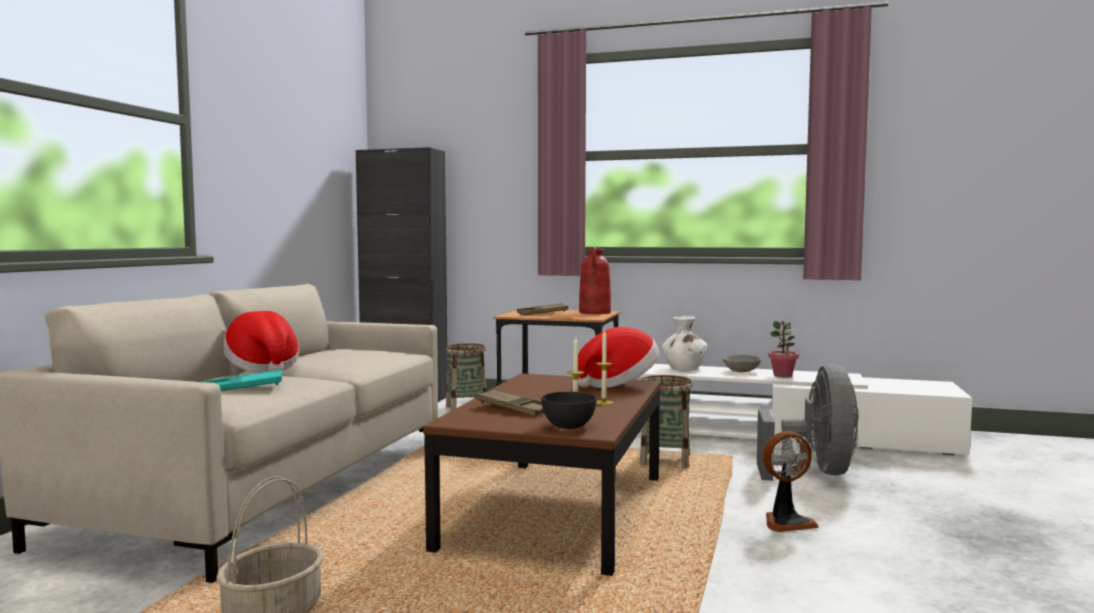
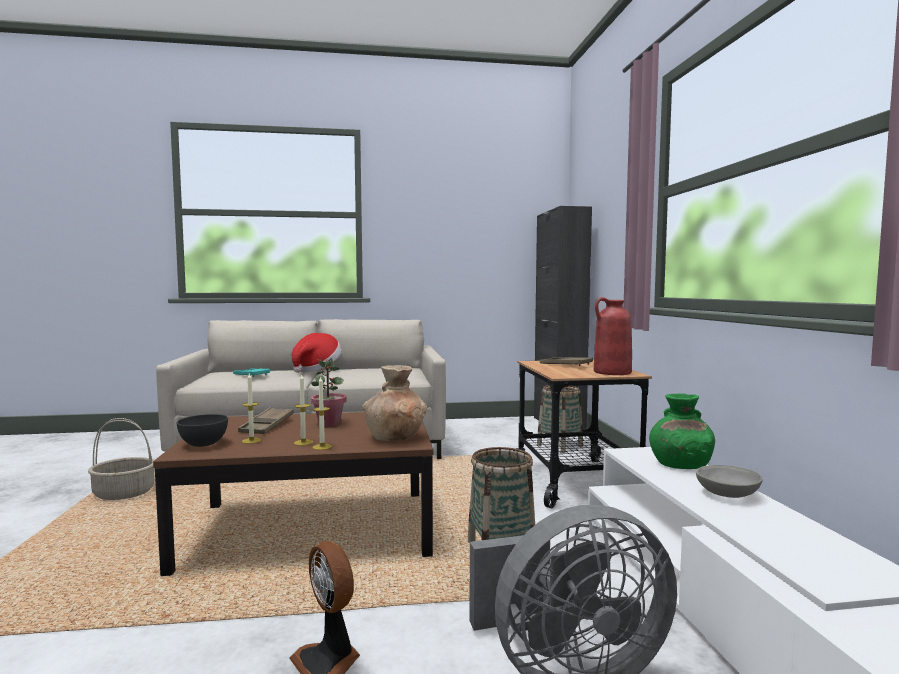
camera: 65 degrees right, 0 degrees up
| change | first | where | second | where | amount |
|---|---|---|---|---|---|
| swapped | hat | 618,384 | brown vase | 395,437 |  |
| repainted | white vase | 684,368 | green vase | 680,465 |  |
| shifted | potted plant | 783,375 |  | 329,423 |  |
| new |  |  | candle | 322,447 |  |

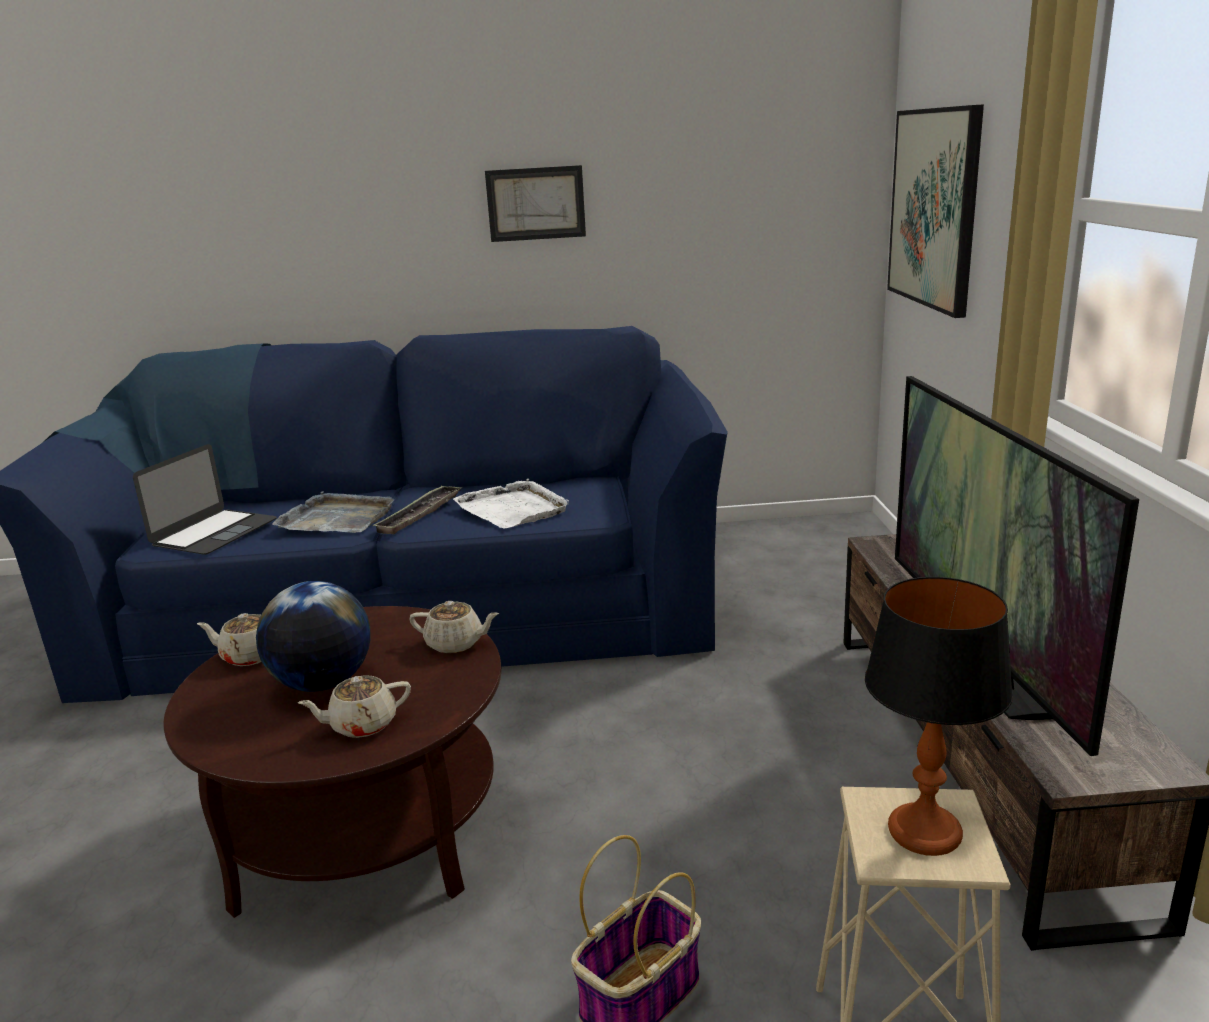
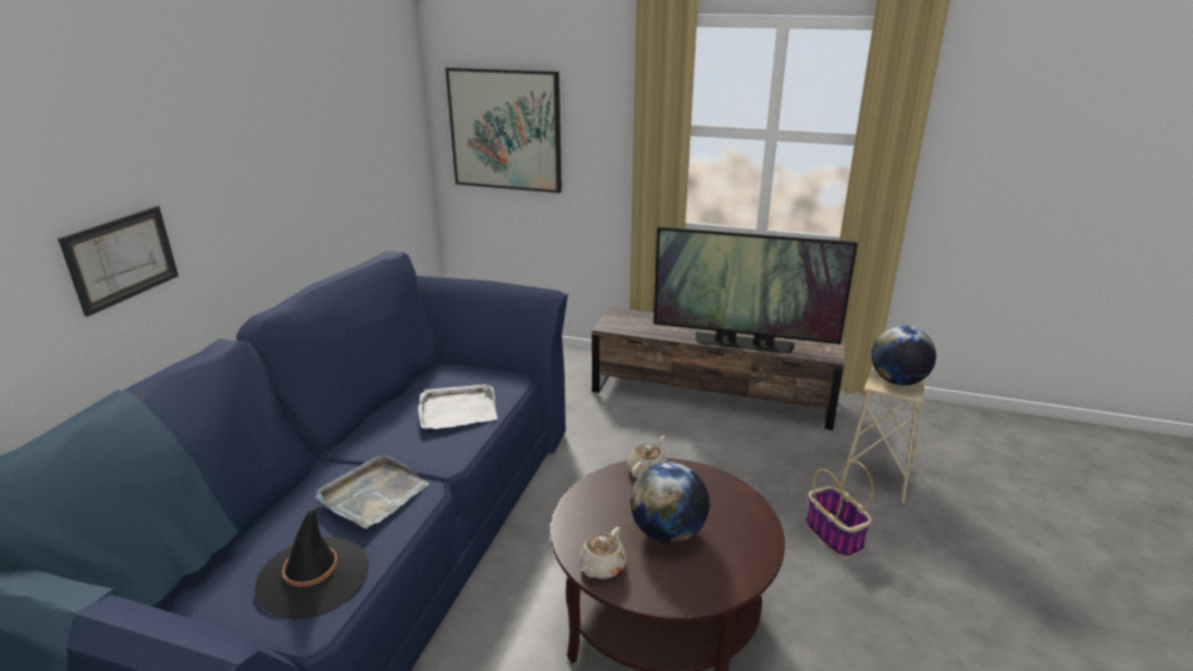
camera: 70 degrees left, 5 degrees up
| change | first | where | second | where | amount |
|---|---|---|---|---|---|
| swapped | laptop | 214,532 | black hat | 313,577 |  |
| gone | beige teapot | 362,725 |  |  |  |
| gone | tray | 420,514 |  |  |  |
| shifted | picture | 536,203 |  | 121,258 |  |
| swapped | table lamp | 923,832 | globe | 897,381 |  |

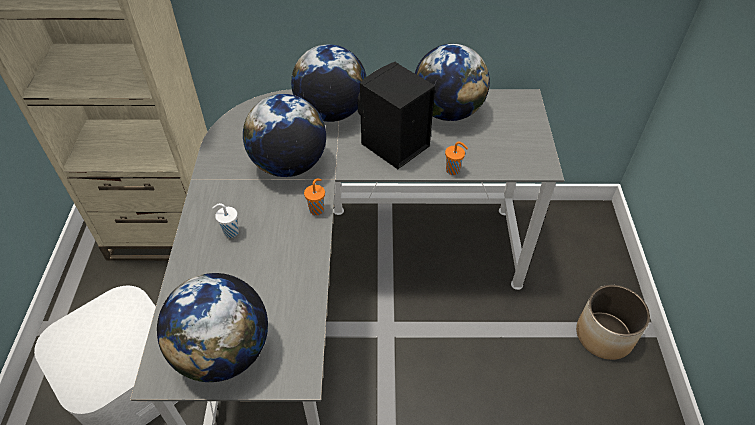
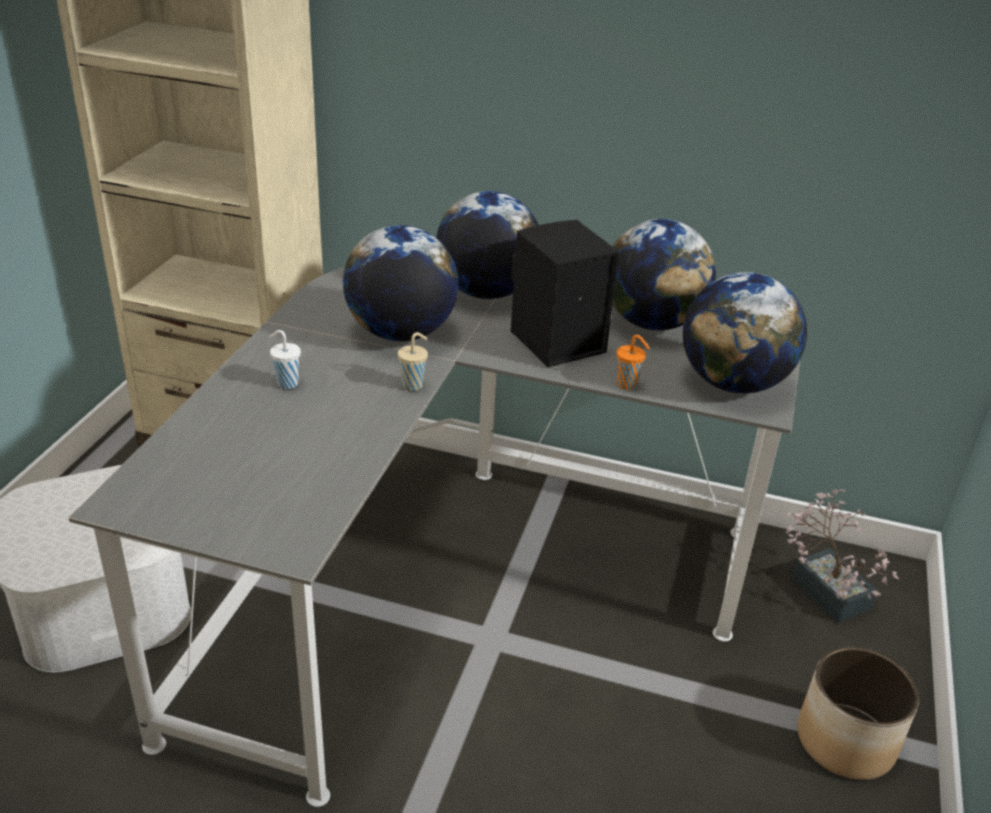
camera: 15 degrees right, 15 degrees down
| change | first | where | second | where | amount |
|---|---|---|---|---|---|
| shifted | globe | 224,352 |  | 733,383 |  |
| repainted | orange cup | 317,209 | beige cup | 413,385 |  |
| new |  |  | potted plant | 825,587 |  |

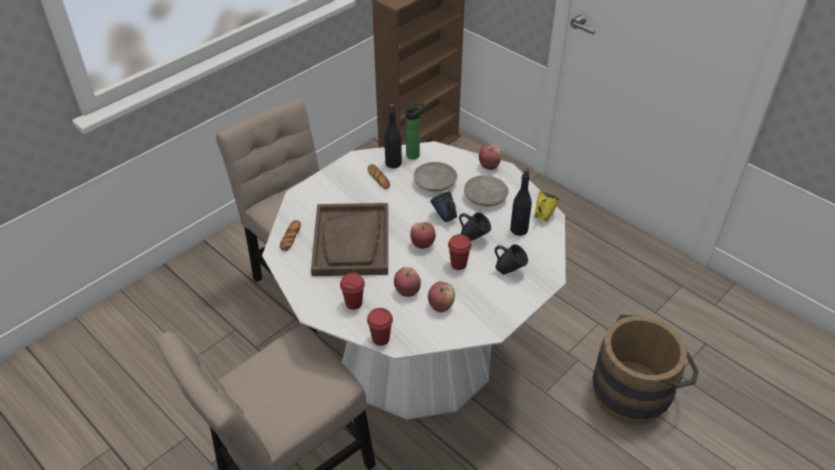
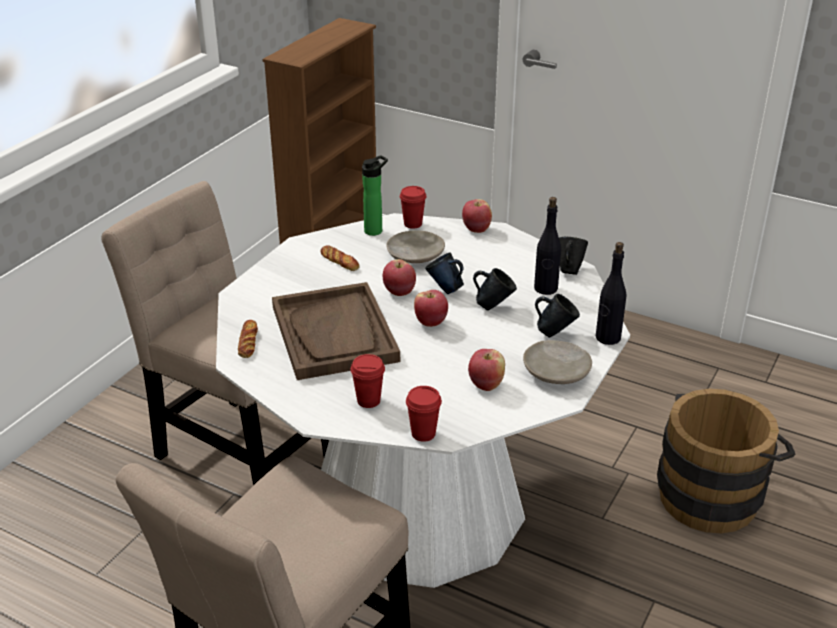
camera: 15 degrees left, 10 degrees down
| change | first | where | second | where | amount |
|---|---|---|---|---|---|
| shifted | black bottle | 393,163 |  | 607,338 |  |
| shifted | apple | 407,291 |  | 399,292 |  |
| shifted | red cup | 458,264 |  | 413,224 |  |
| shifted | beige plate | 486,196 |  | 557,371 |  |
| repainted | yellow mug | 543,216 | black mug | 569,270 |  |

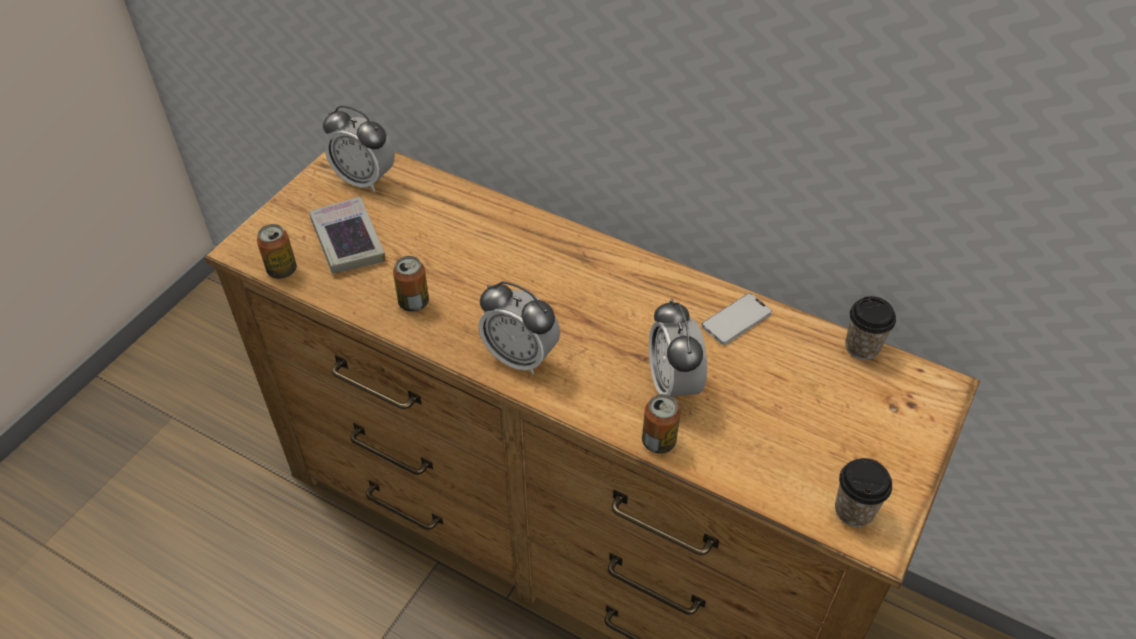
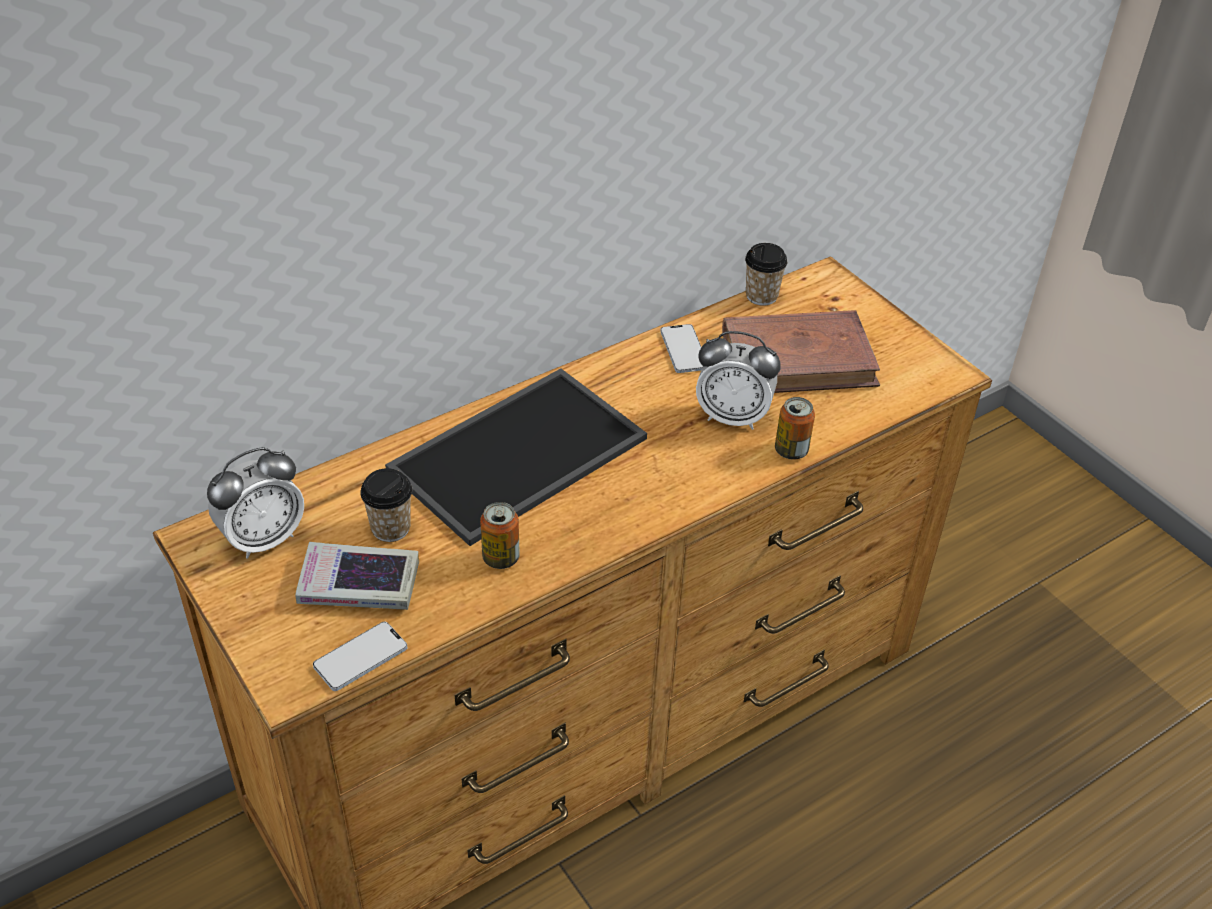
camera: 65 degrees left, 5 degrees down
| change | first | where | second | where | amount |
|---|---|---|---|---|---|
| swapped | can | 282,270 | phone | 360,657 |  |
| gone | alarm clock | 520,357 |  |  |  |
| shifted | cup | 854,510 |  | 390,528 |  |
| new |  |  | tray | 517,451 |  |
| new |  |  | brown book | 798,359 |  |

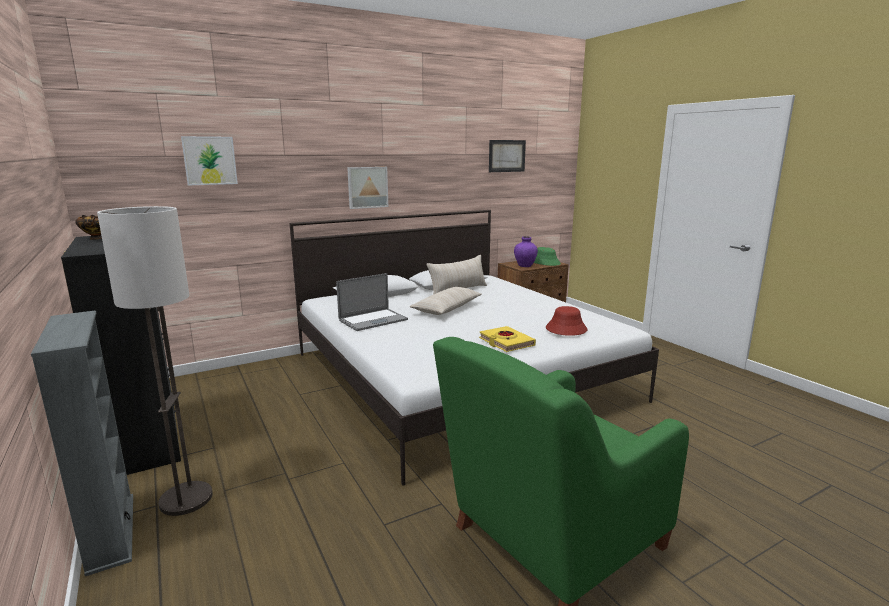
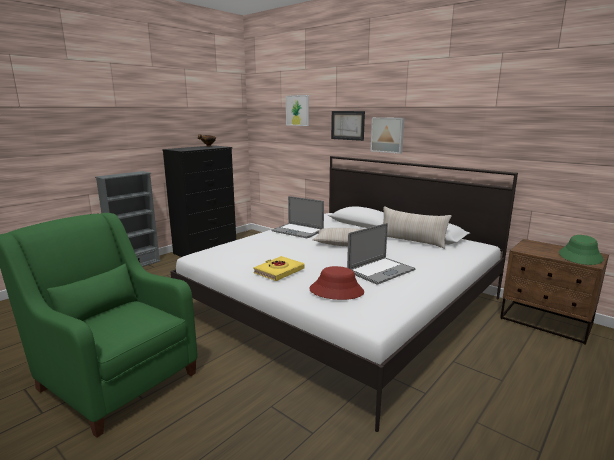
camera: 70 degrees right, 0 degrees up
| change | first | where | second | where | amount |
|---|---|---|---|---|---|
| gone | floor lamp | 186,499 |  |  |  |
| shifted | picture | 506,156 |  | 347,125 |  |
| gone | purple vase | 525,266 |  |  |  |
| new |  |  | laptop | 381,271 |  |

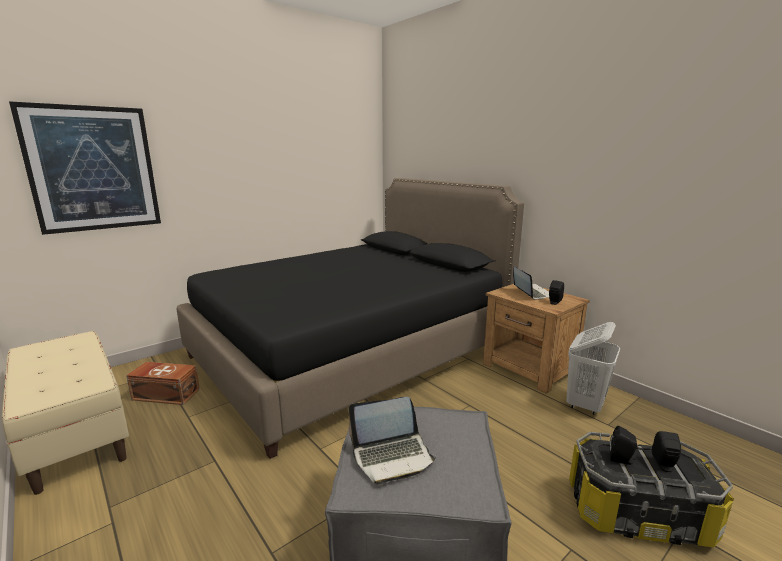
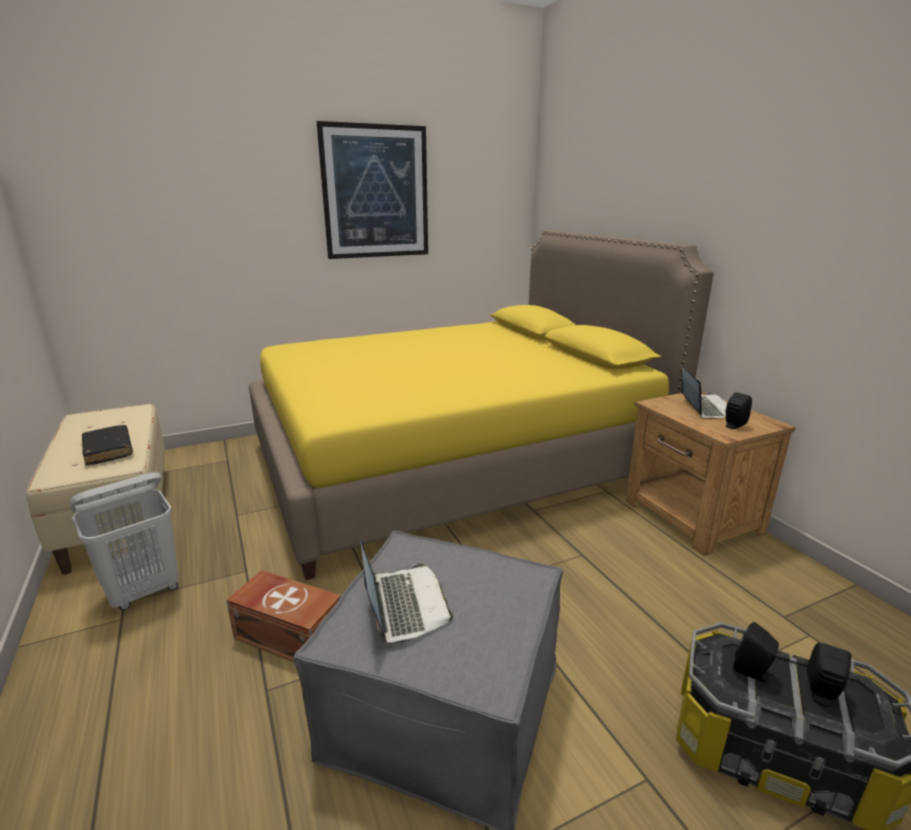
camera: 15 degrees right, 5 degrees up
| change | first | where | second | where | amount |
|---|---|---|---|---|---|
| shifted | picture | 93,169 |  | 376,192 |  |
| shifted | brown storage box | 166,394 |  | 289,635 |  |
| repainted | black bed | 352,351 | yellow bed | 453,461 |  |
| rotated | laptop | 392,456 |  | 403,605 | 105 degrees counterclockwise |
| shifted | white laundry basket | 585,404 |  | 144,592 |  |
| new |  |  | black book | 108,451 |  |

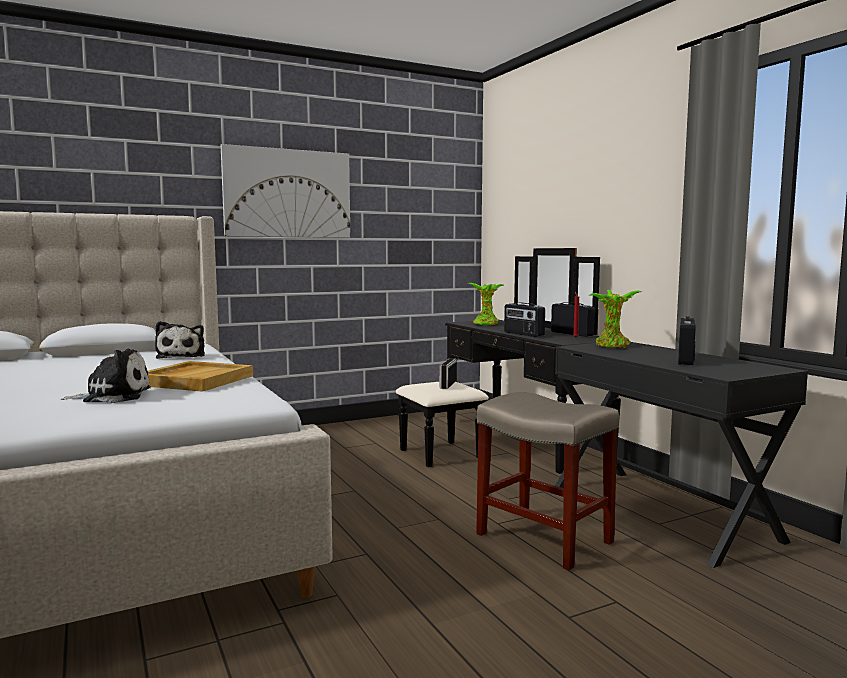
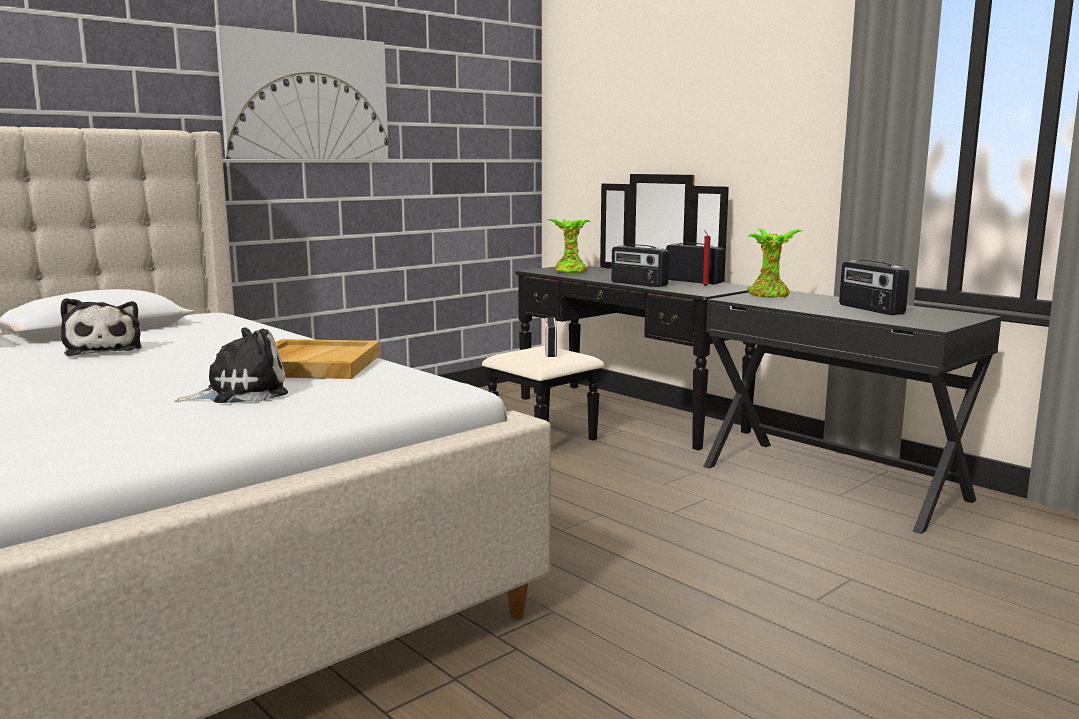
camera: 15 degrees left, 5 degrees up
| change | first | where | second | where | amount |
|---|---|---|---|---|---|
| shifted | plush toy | 182,356 |  | 104,349 |  |
| gone | beige stool | 542,537 |  |  |  |
| rotated | radio | 686,360 |  | 870,309 | 150 degrees clockwise |

